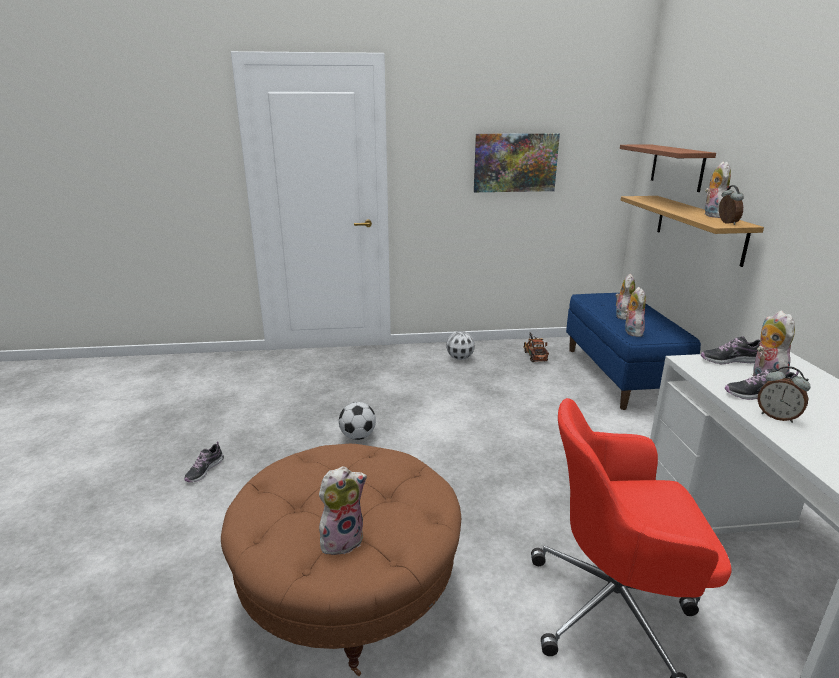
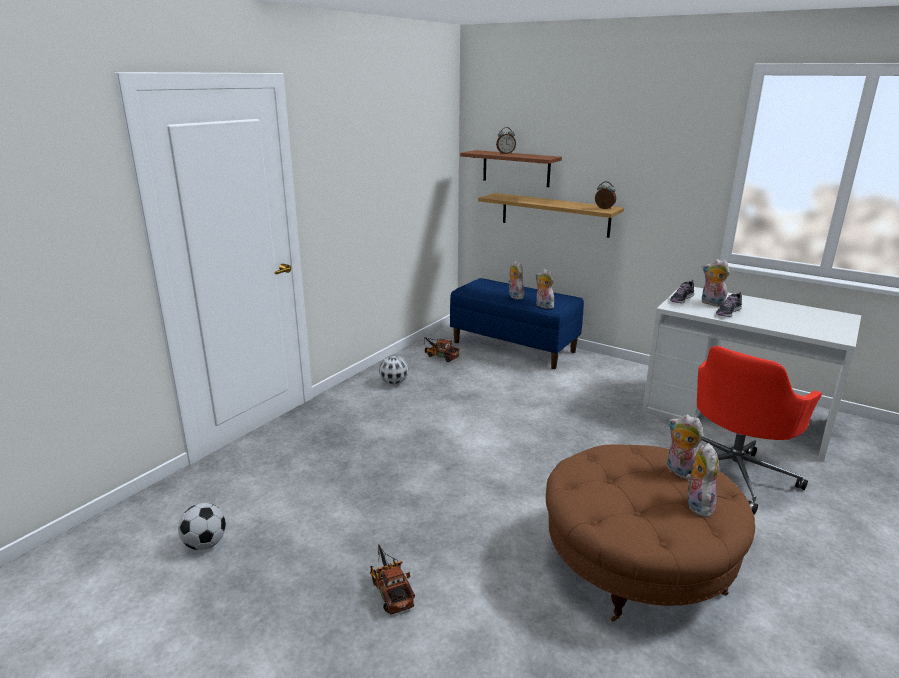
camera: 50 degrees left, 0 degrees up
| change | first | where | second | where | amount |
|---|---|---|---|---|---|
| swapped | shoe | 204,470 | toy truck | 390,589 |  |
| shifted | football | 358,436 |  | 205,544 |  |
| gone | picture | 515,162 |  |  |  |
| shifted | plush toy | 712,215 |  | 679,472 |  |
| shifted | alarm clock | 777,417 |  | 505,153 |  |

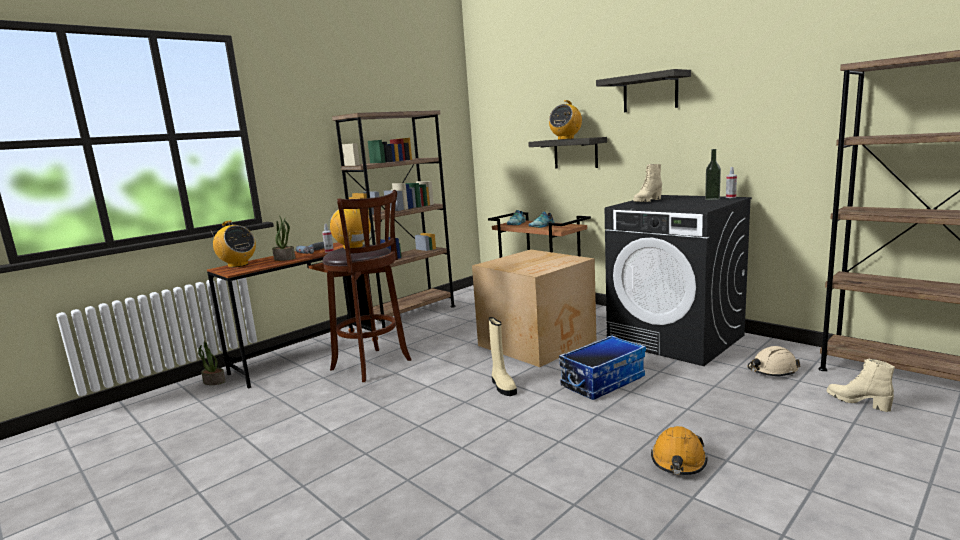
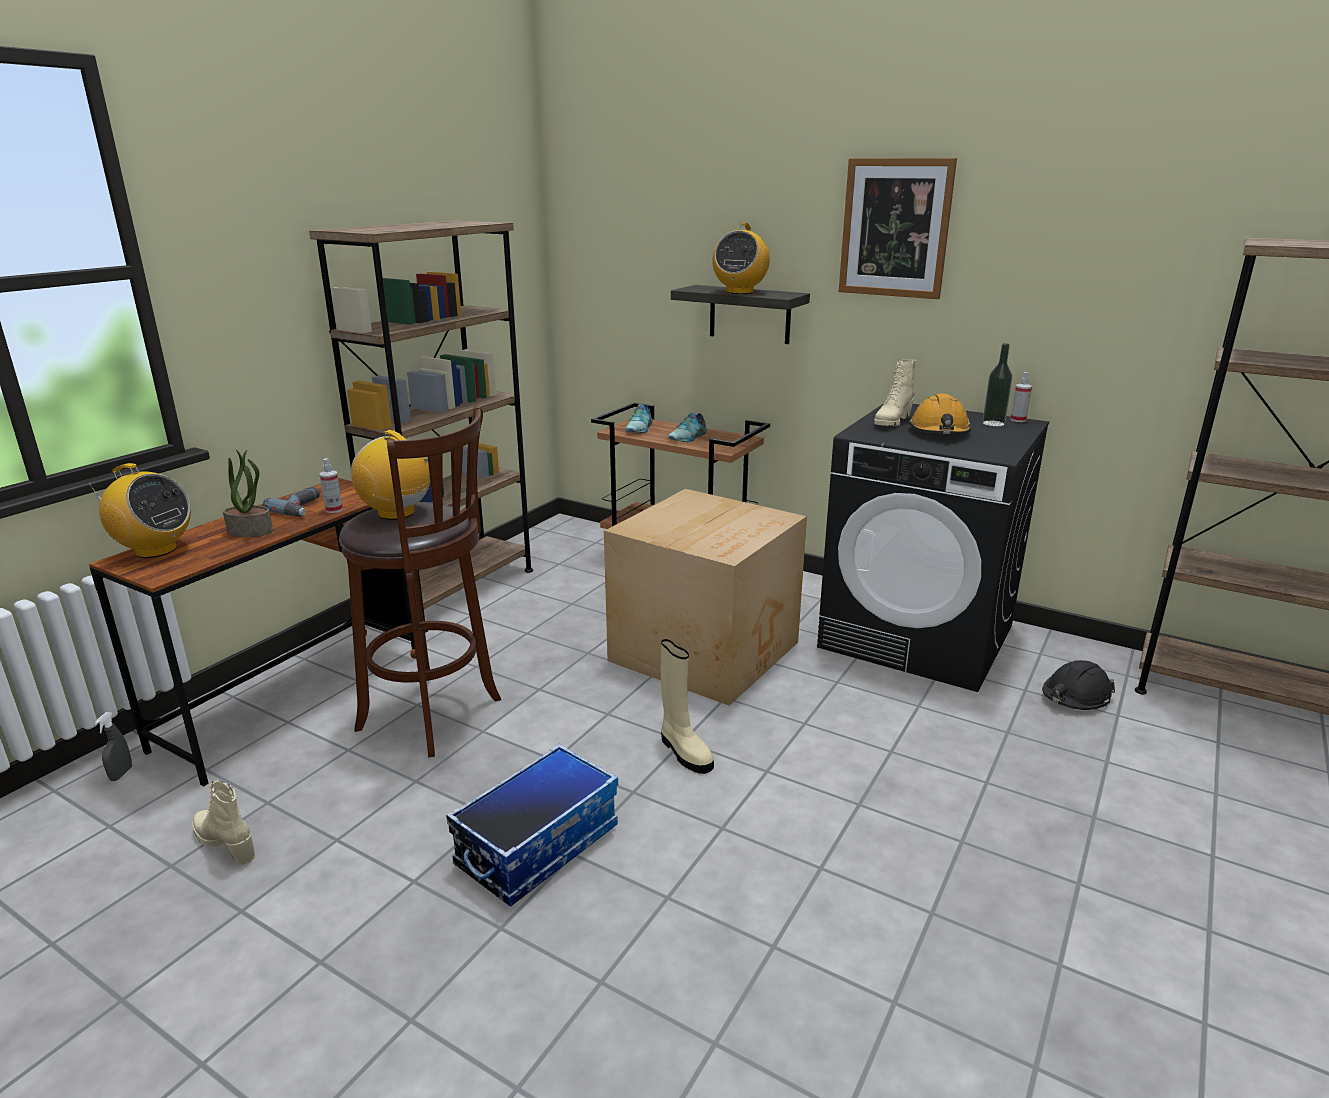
camera: 15 degrees left, 10 degrees up
| change | first | where | second | where | amount |
|---|---|---|---|---|---|
| swapped | potted plant | 213,382 | grey spray bottle | 121,774 |  |
| shifted | storage box | 602,381 |  | 537,845 |  |
| swapped | shelf | 650,92 | picture | 895,228 |  |
| shifted | orange hard hat | 678,461 |  | 939,431 |  |
| repainted | beige hard hat | 772,371 | black hard hat | 1075,697 |  |
| shifted | beige boot | 858,402 |  | 226,843 |  |

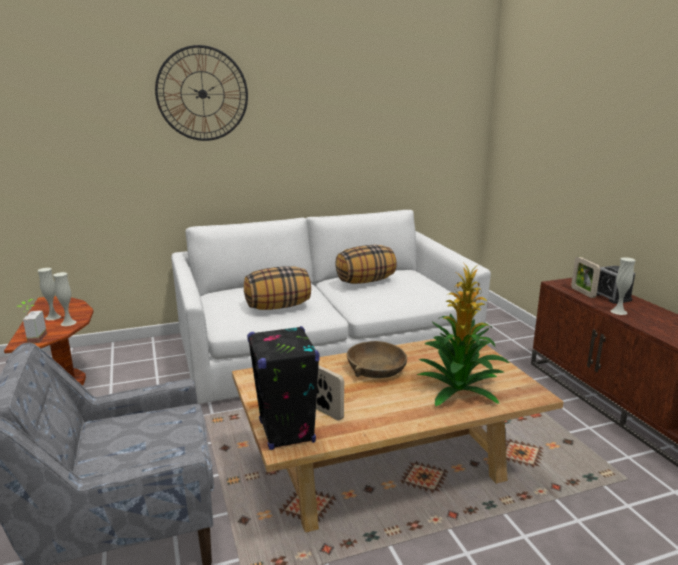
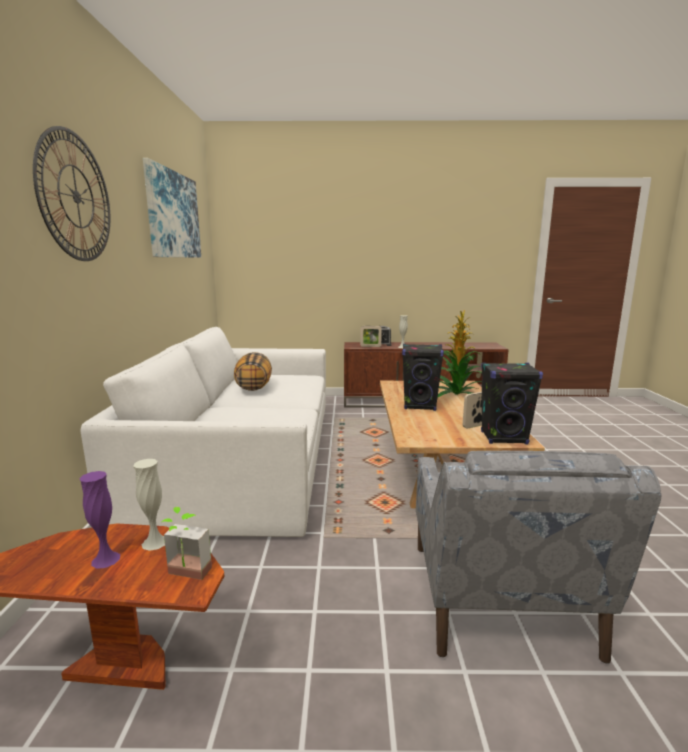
camera: 70 degrees left, 5 degrees down
| change | first | where | second | where | amount |
|---|---|---|---|---|---|
| repainted | white vase | 53,317 | purple vase | 106,559 |  |
| gone | pillow | 278,306 |  |  |  |
| swapped | brown bowl | 376,369 | black speaker | 420,406 |  |
| new |  |  | picture | 173,215 |  |

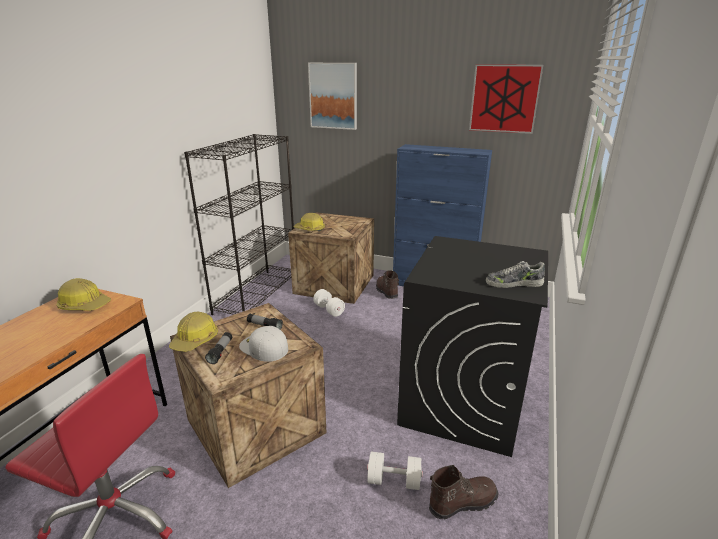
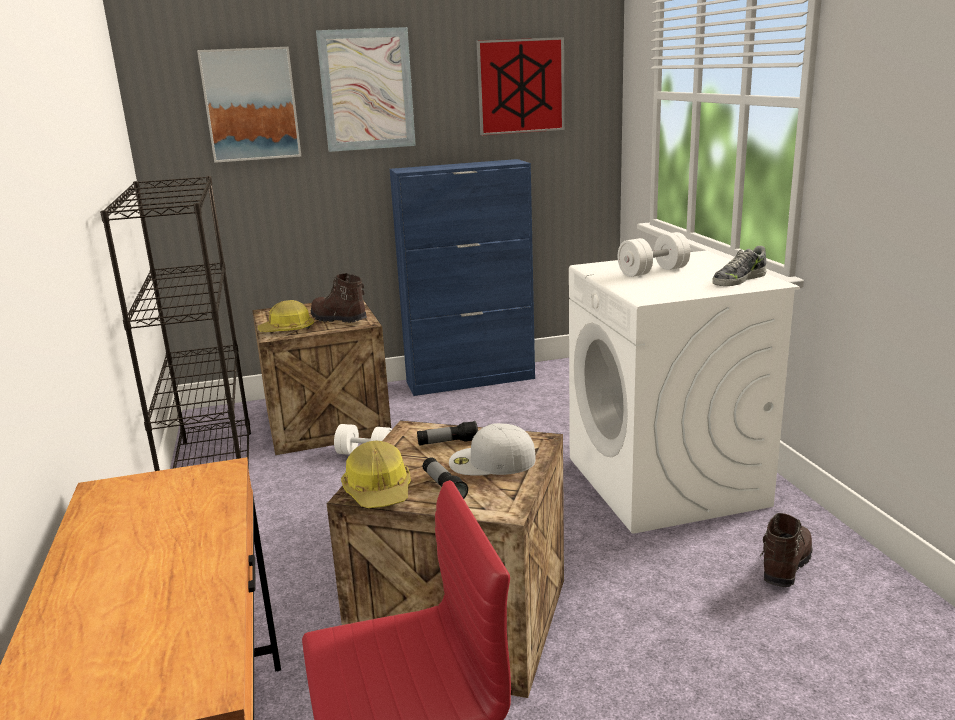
camera: 35 degrees left, 5 degrees down
| change | first | where | second | where | amount |
|---|---|---|---|---|---|
| gone | hard hat | 85,305 |  |  |  |
| shifted | white dumbbell | 394,480 |  | 653,271 |  |
| shifted | brown boot | 386,292 |  | 338,319 |  |
| repainted | black washing machine | 462,402 | white washing machine | 666,482 |  |
| new |  |  | picture | 367,90 |  |

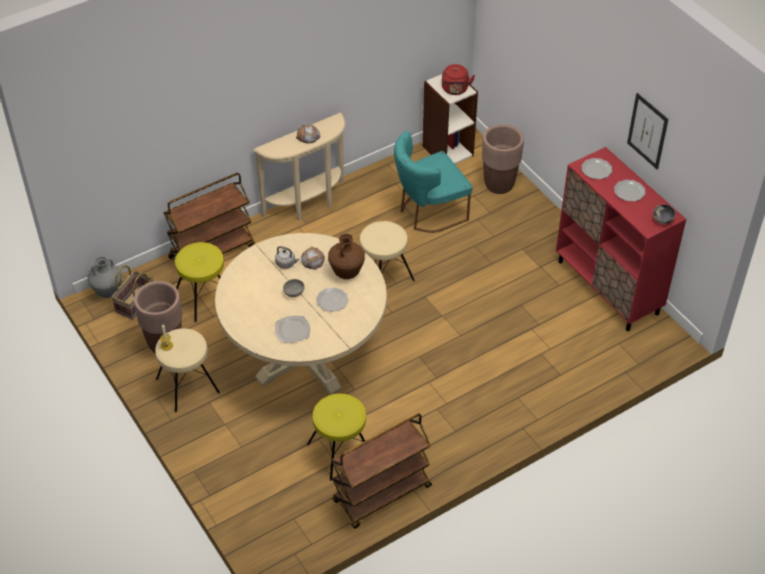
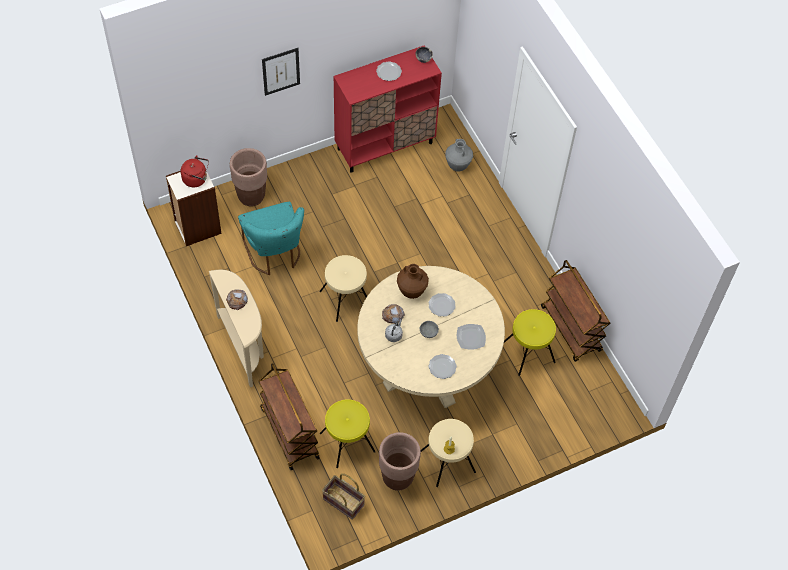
camera: 85 degrees left, 10 degrees up
| change | first | where | second | where | amount |
|---|---|---|---|---|---|
| shifted | grey vase | 108,292 |  | 457,165 |  |
| shifted | plate | 597,170 |  | 442,367 |  |
| shifted | picture | 647,131 |  | 281,71 |  |

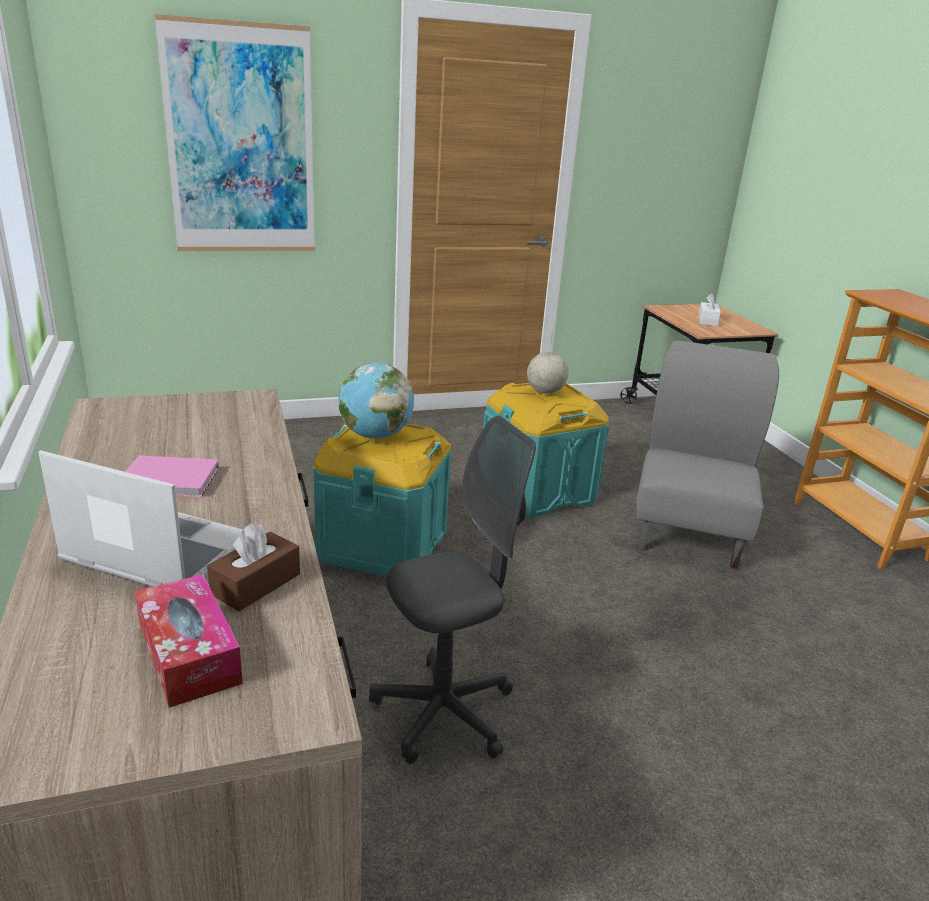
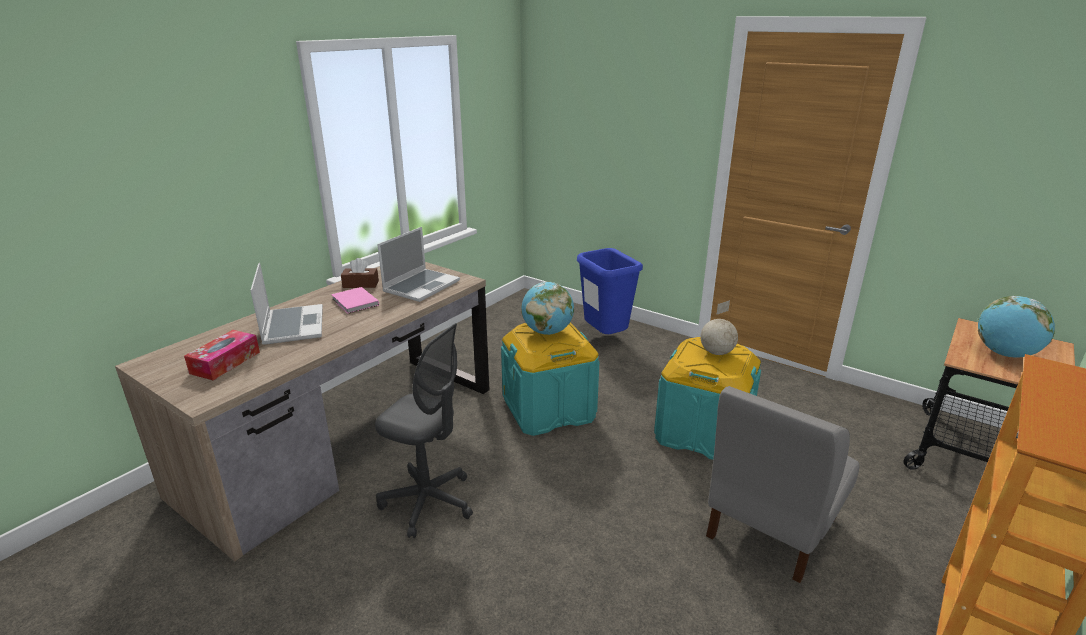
camera: 55 degrees right, 0 degrees up
| change | first | where | second | where | amount |
|---|---|---|---|---|---|
| gone | picture | 241,142 |  |  |  |
| shifted | brown tissue box | 256,584 |  | 360,284 |  |
| rotated | grey chair | 689,531 |  | 770,527 | 150 degrees clockwise |
| swapped | white tissue box | 707,320 | globe | 1005,354 |  |
| new |  |  | laptop | 421,286 |  |
| new |  |  | blue trash can | 605,338 |  |

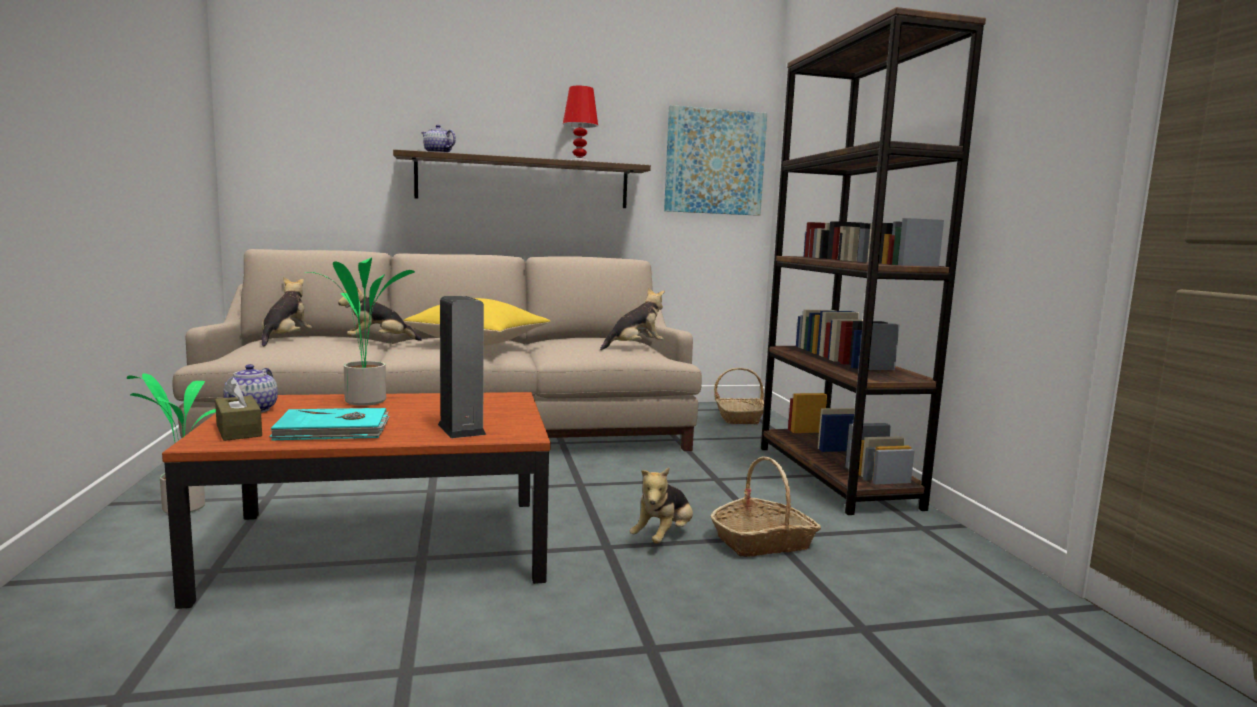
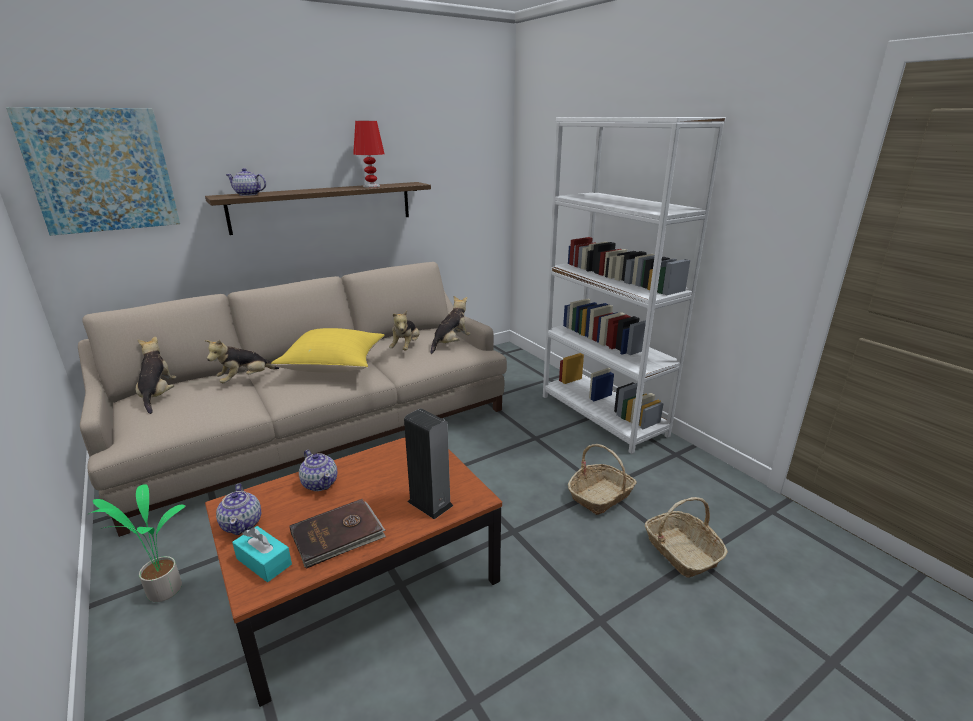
camera: 20 degrees left, 15 degrees up
| change | first | where | second | where | amount |
|---|---|---|---|---|---|
| repainted | brown tissue box | 238,430 | turquoise tissue box | 264,561 |  |
| repainted | turquoise book | 333,430 | brown book | 338,535 |  |
| swapped | potted plant | 363,402 | teapot | 320,483 |  |
| shifted | plush toy | 663,537 |  | 406,347 |  |
| shifted | picture | 714,162 |  | 101,170 |  |
| shifted | basket | 738,418 |  | 681,551 |  |
| repainted | brown bookcase | 835,476 | white bookcase | 602,415 |  |

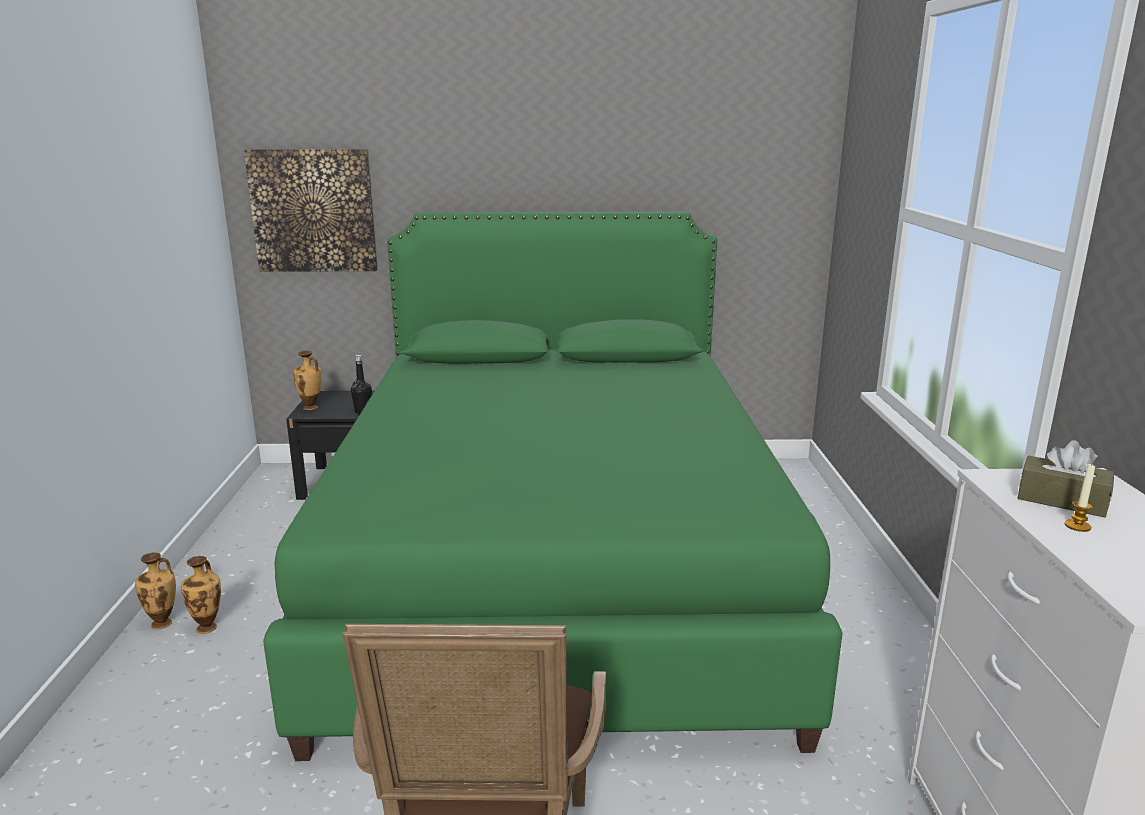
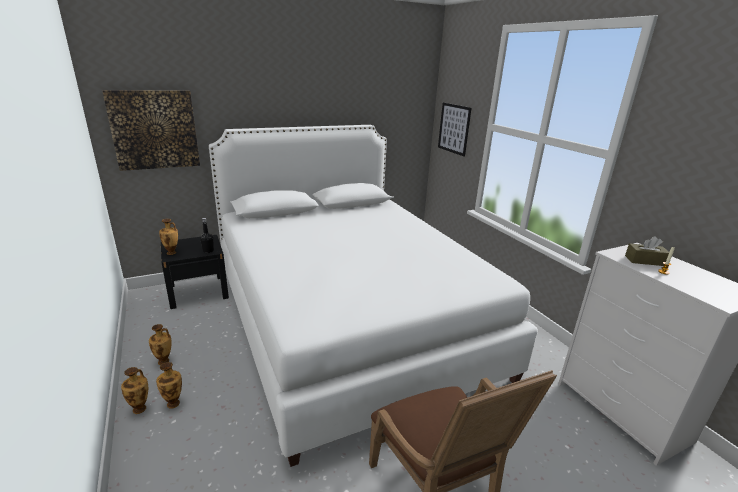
camera: 25 degrees left, 5 degrees up
| change | first | where | second | where | amount |
|---|---|---|---|---|---|
| repainted | green bed | 554,568 | white bed | 348,320 |  |
| new |  |  | vase | 164,361 |  |
| new |  |  | picture | 454,128 |  |

